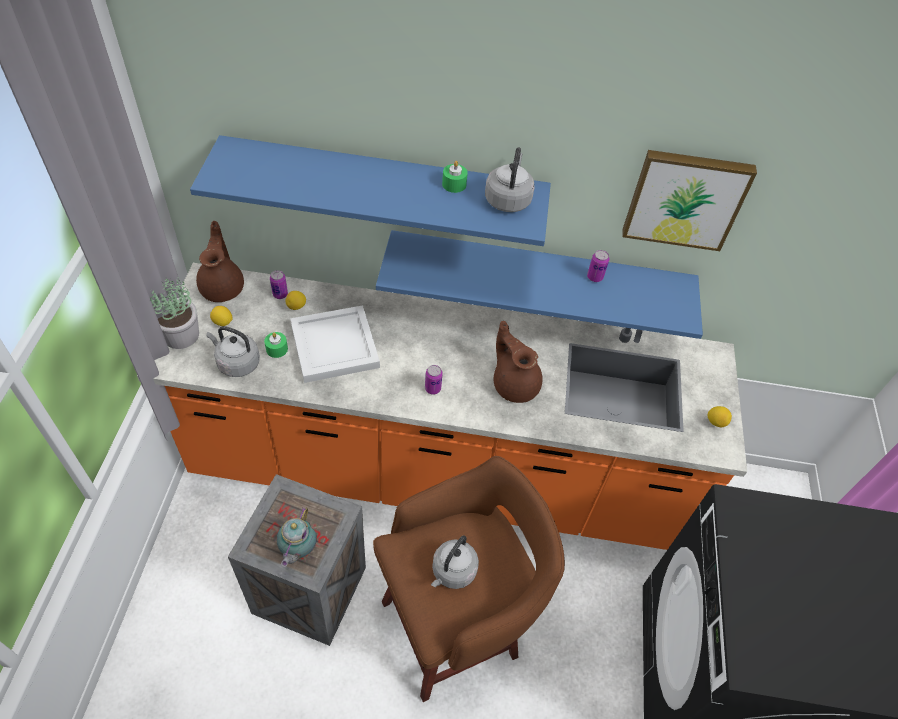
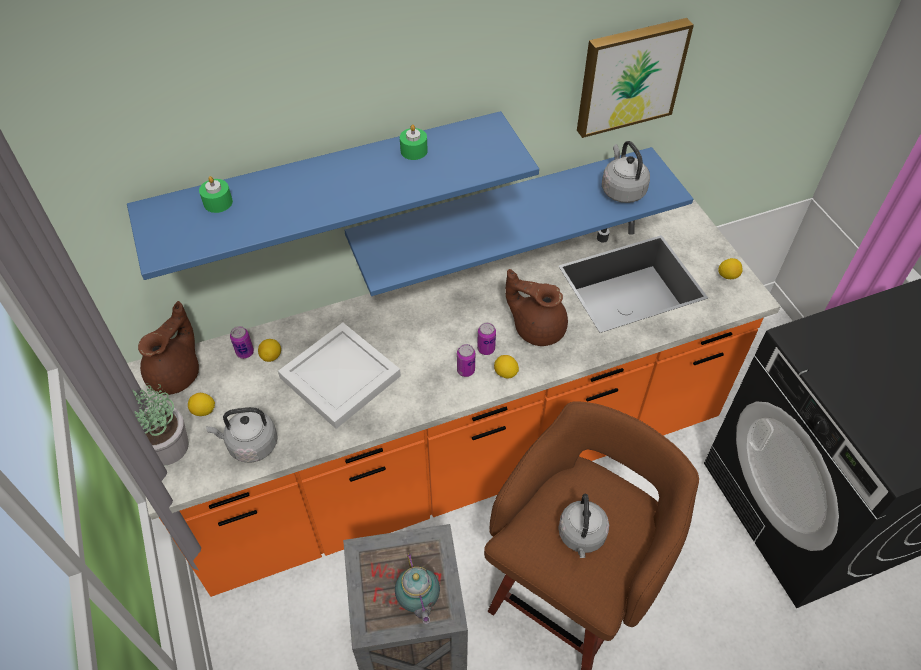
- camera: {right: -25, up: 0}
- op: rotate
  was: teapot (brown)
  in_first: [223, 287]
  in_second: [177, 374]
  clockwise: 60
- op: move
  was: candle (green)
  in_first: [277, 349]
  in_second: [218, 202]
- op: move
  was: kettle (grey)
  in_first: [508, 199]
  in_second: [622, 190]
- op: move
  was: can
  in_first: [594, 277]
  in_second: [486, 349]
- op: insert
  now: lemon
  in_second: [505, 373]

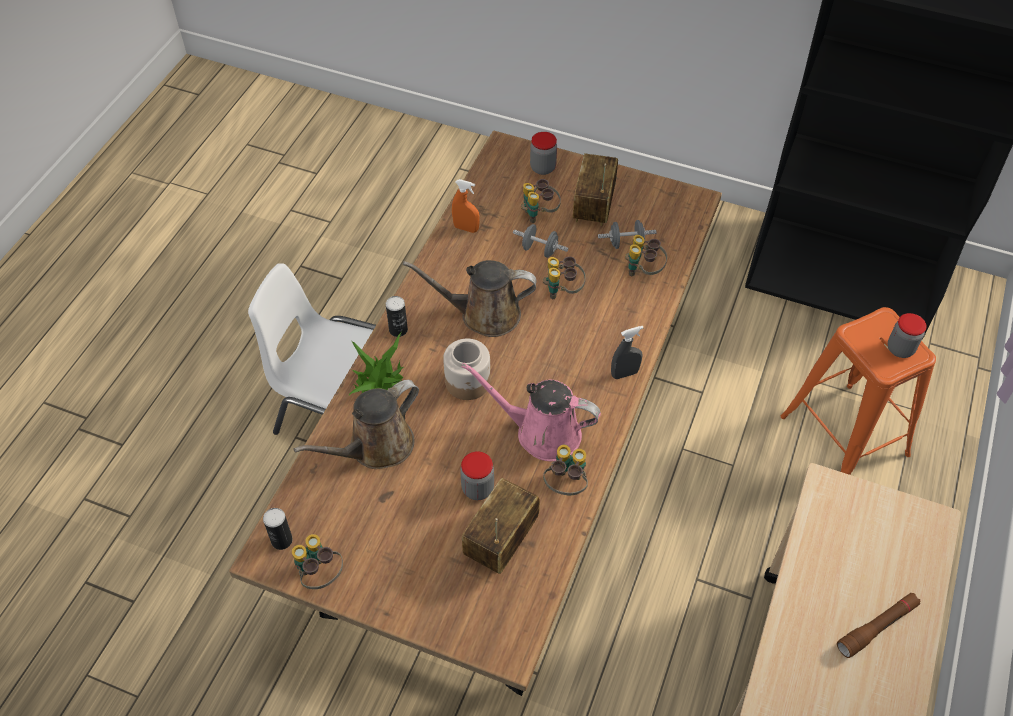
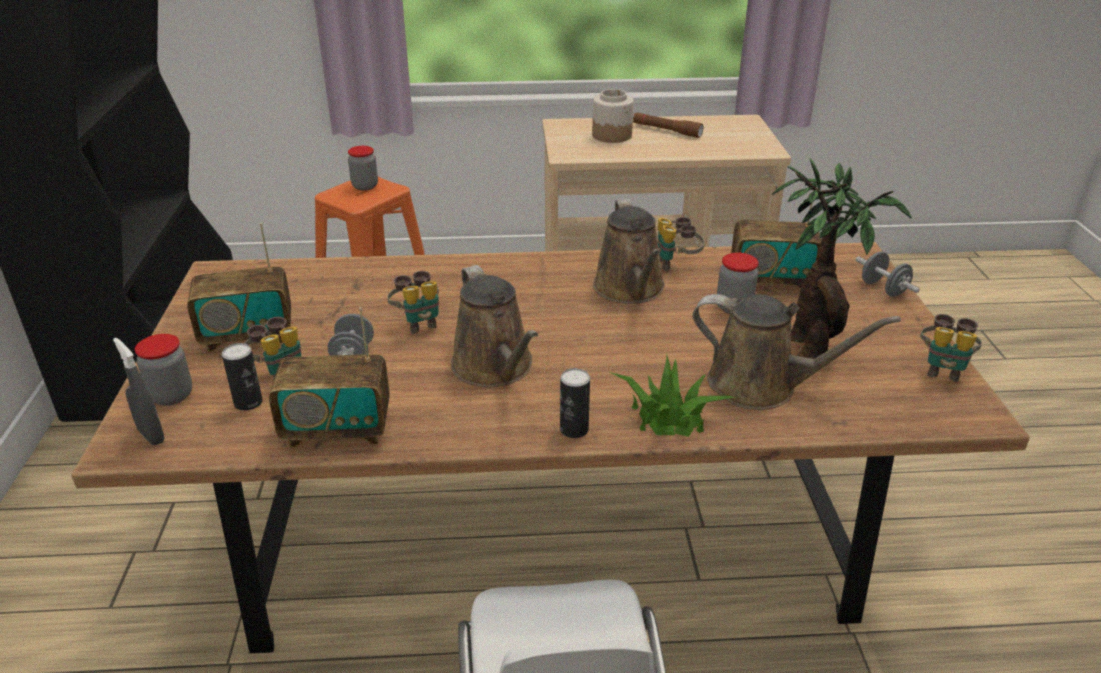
- camera: {right: -115, up: -20}
- op: move
  was: can
  in_first: [282, 540]
  in_second: [248, 402]
- op: move
  was: jar
  in_first: [468, 382]
  in_second: [612, 135]
- op: replace
  was: spray bottle (orange)
  now: radio
  in_first: [466, 228]
  in_second: [337, 430]
- op: recolor
  was: watering can (pink)
  now: watering can (brown)
  in_first: [541, 432]
  in_second: [630, 290]
- op: move
  was: dumbbell (grey)
  in_first: [626, 243]
  in_second: [883, 289]
- op: move
  was: spray bottle (grey)
  in_first: [624, 374]
  in_second: [151, 435]
- op: delete
  was: binoculars
  in_first: [643, 271]
- op: insert
  now: potted plant
  in_second: [811, 345]

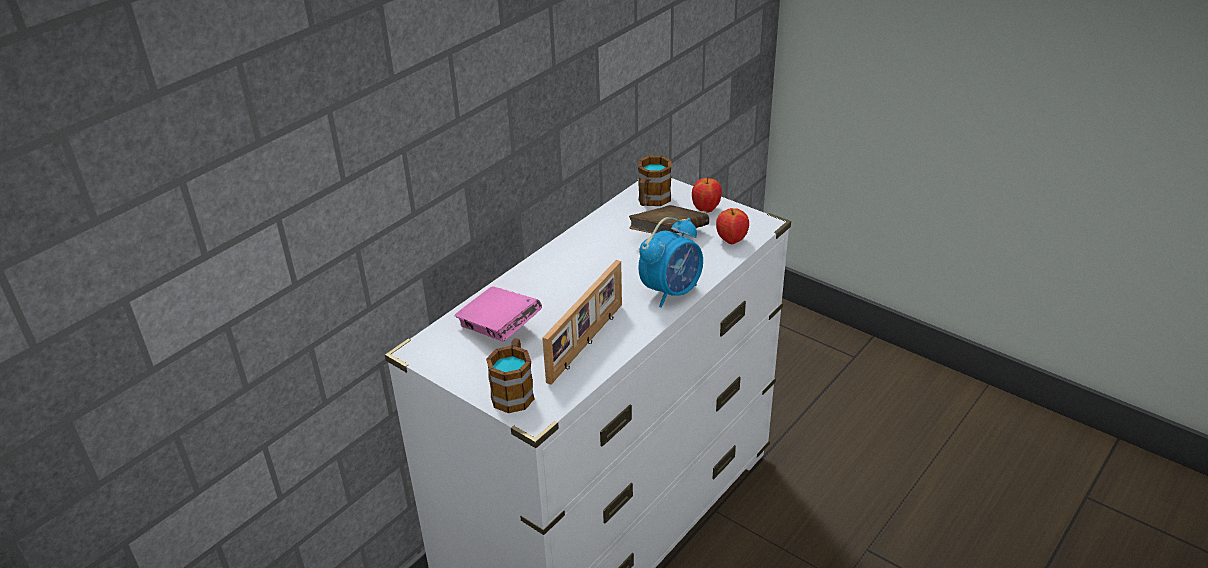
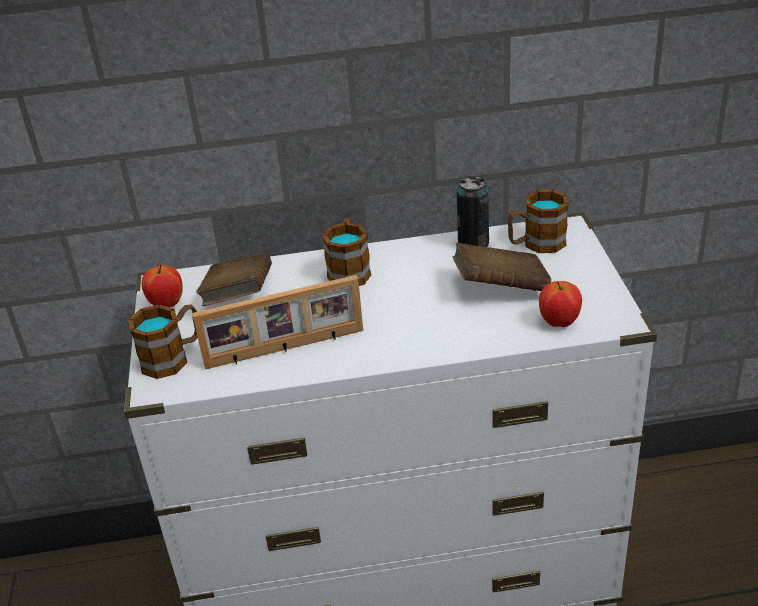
- camera: {right: 45, up: 0}
- op: recolor
  was: book (pink)
  now: book (brown)
  in_first: [499, 329]
  in_second: [239, 298]
- op: delete
  was: alarm clock
  in_first: [671, 291]
- op: move
  was: apple
  in_first: [706, 209]
  in_second: [166, 304]
- op: insert
  now: mug
  in_second: [349, 270]
- op: insert
  now: can
  in_second: [473, 244]

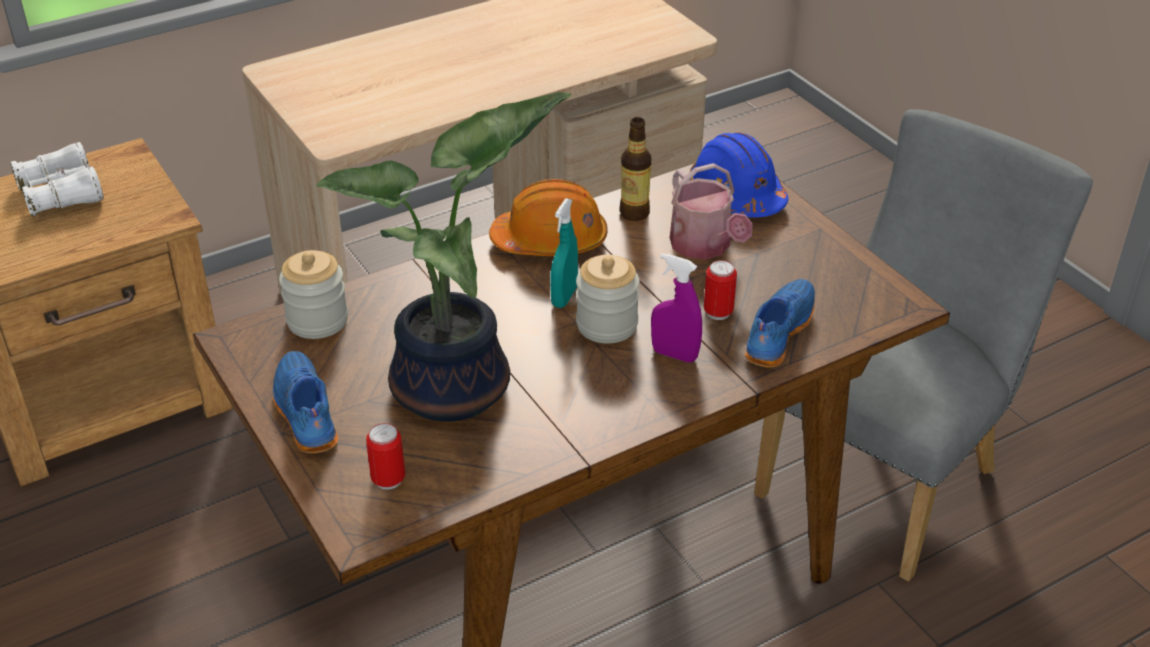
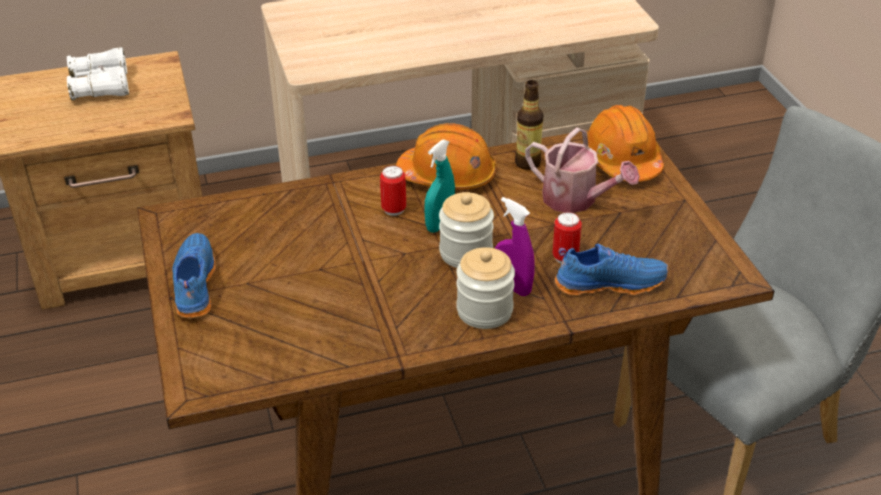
- camera: {right: 15, up: 0}
- op: move
  was: jar
  in_first: [317, 320]
  in_second: [484, 311]
- op: delete
  was: potted plant
  in_first: [458, 390]
- op: move
  was: can
  in_first: [388, 480]
  in_second: [394, 209]
- op: rotate
  was: watering can
  in_first: [704, 247]
  in_second: [576, 200]
  clockwise: -45
- op: recolor
  was: hard hat (blue)
  now: hard hat (orange)
  in_first: [736, 195]
  in_second: [622, 160]
- op: rotate
  was: shoe (blue)
  in_first: [777, 332]
  in_second: [609, 283]
  clockwise: 45

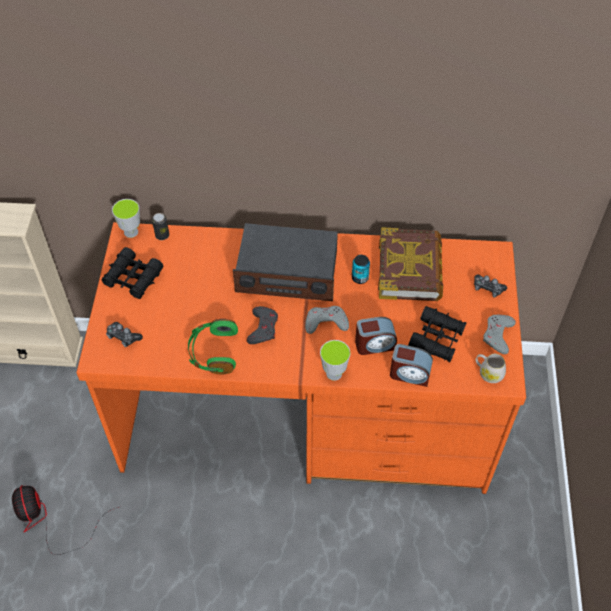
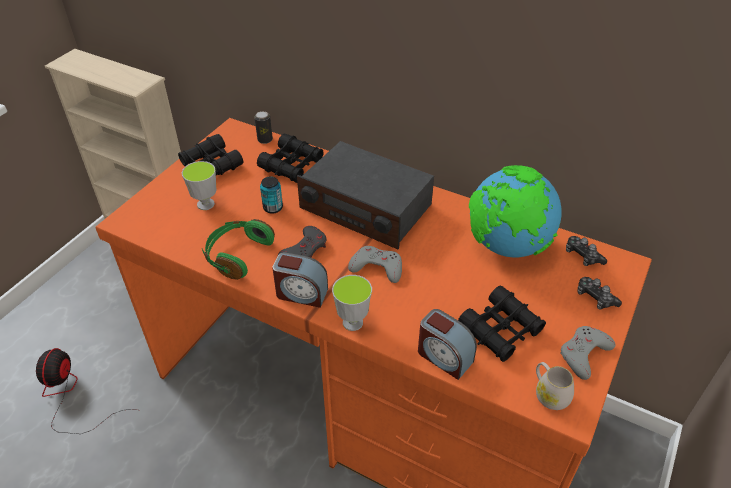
- camera: {right: 25, up: -10}
- op: move
  was: game controller
  in_first: [123, 337]
  in_second: [582, 256]
- op: move
  was: cup
  in_first: [131, 232]
  in_second: [205, 204]
- op: move
  was: can
  in_first: [360, 278]
  in_second: [273, 208]
- op: move
  was: alarm clock
  in_first: [375, 344]
  in_second: [301, 293]
- op: replace
  was: book
  now: globe
  in_first: [410, 269]
  in_second: [507, 247]
- op: insert
  now: binoculars (black)
  in_second: [291, 165]

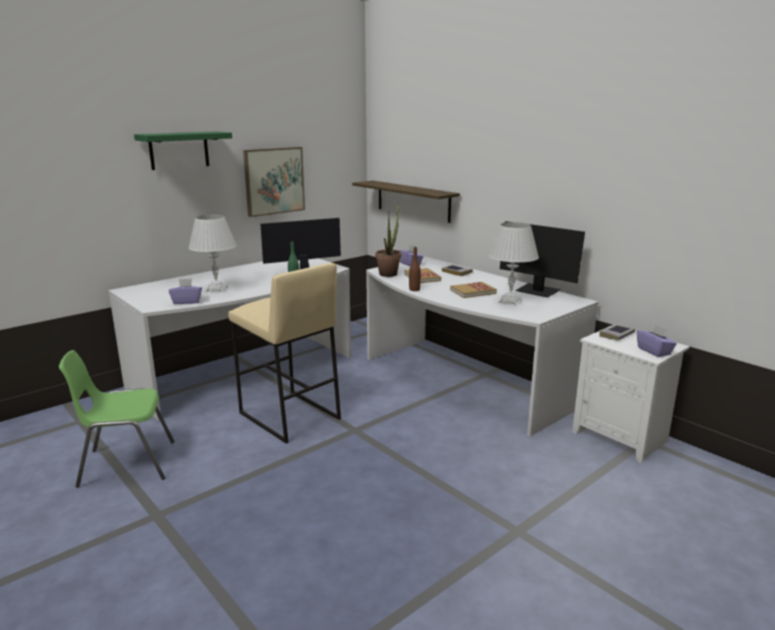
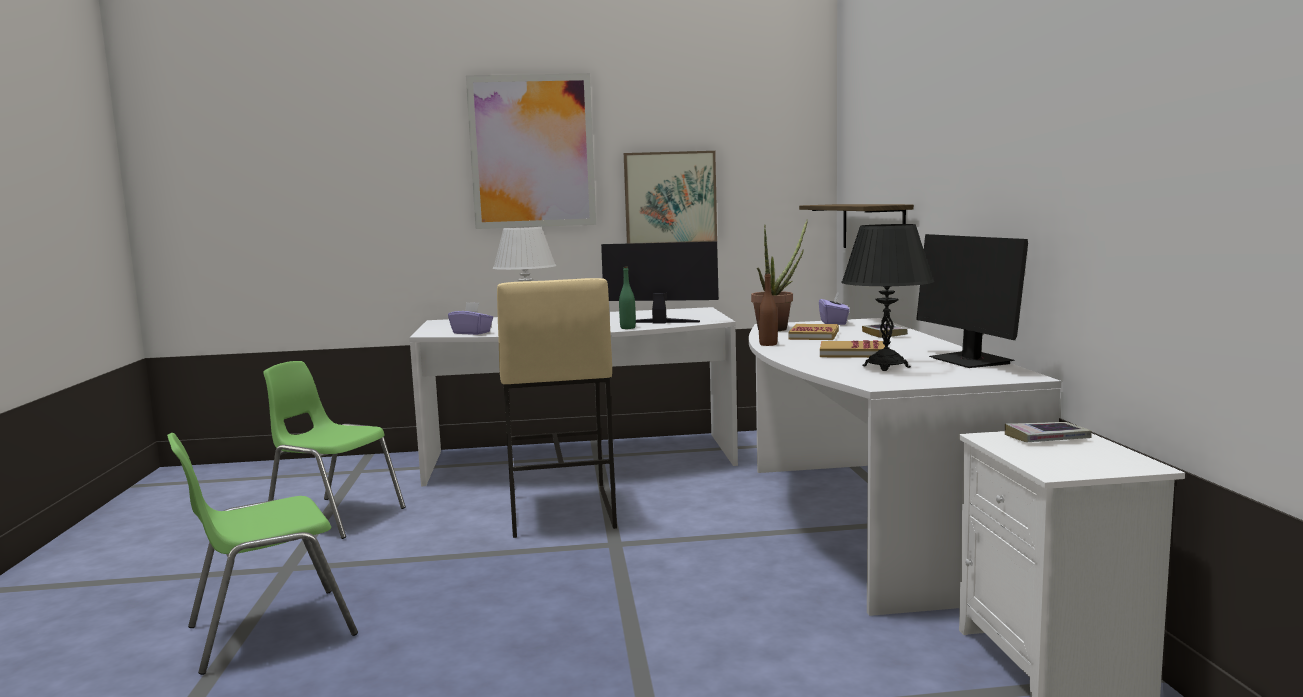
- camera: {right: 35, up: -10}
- op: replace
  was: shelf (green)
  now: picture
  in_first: [179, 150]
  in_second: [532, 151]
- op: recolor
  was: table lamp (white)
  now: table lamp (black)
  in_first: [510, 301]
  in_second: [886, 366]
- op: delete
  was: tissue box (purple)
  in_first: [654, 351]
- op: insert
  now: chair (green)
  in_second: [268, 630]

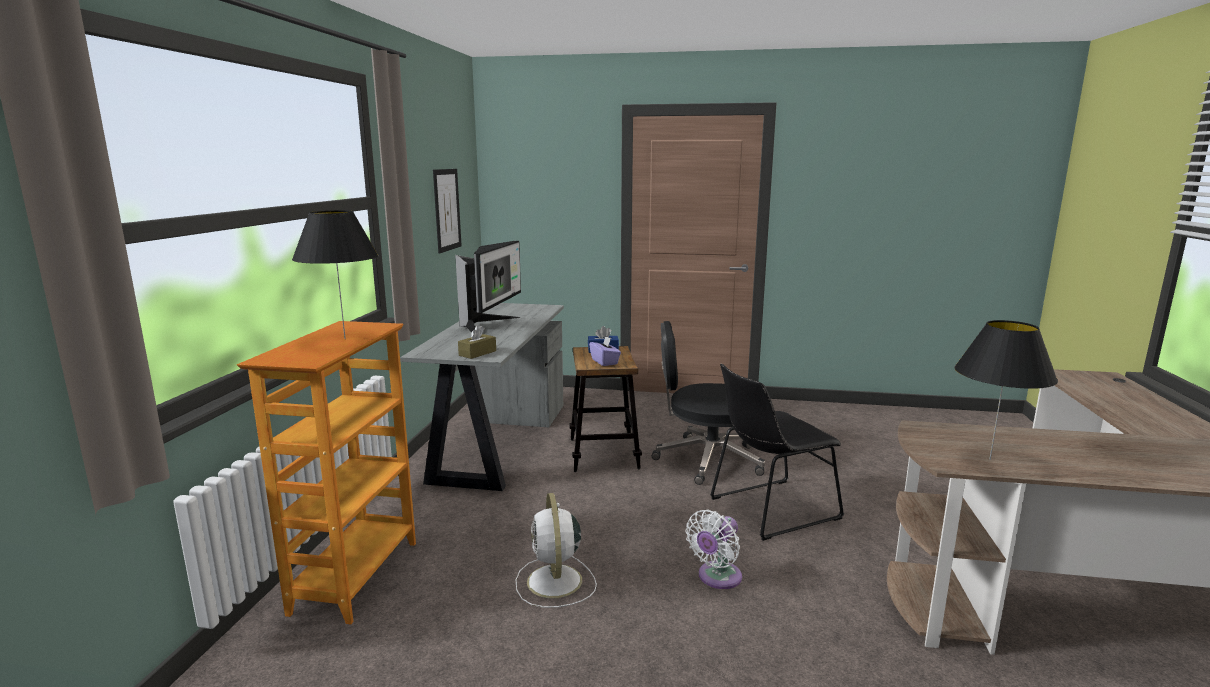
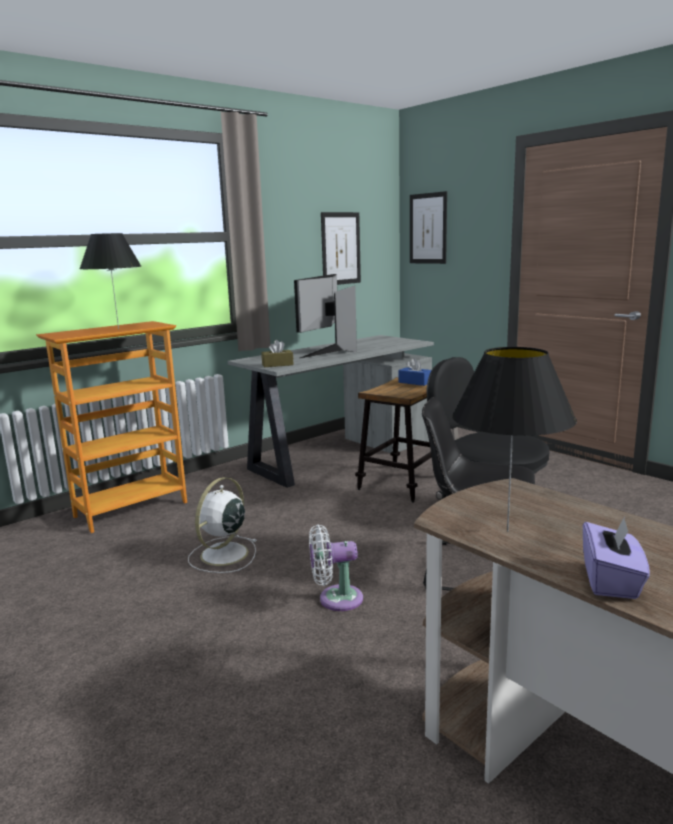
- camera: {right: 40, up: 0}
- op: rotate
  was: monitor
  in_first: [488, 328]
  in_second: [330, 350]
  clockwise: 150
- op: move
  was: tissue box (purple)
  in_first: [605, 362]
  in_second: [611, 580]
- op: insert
  now: picture
  in_second: [428, 228]

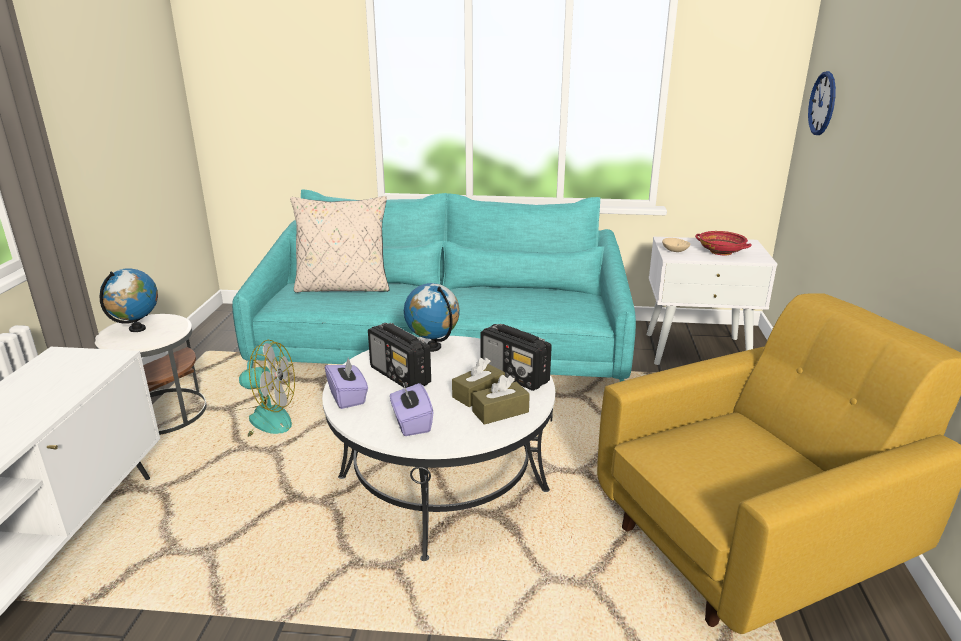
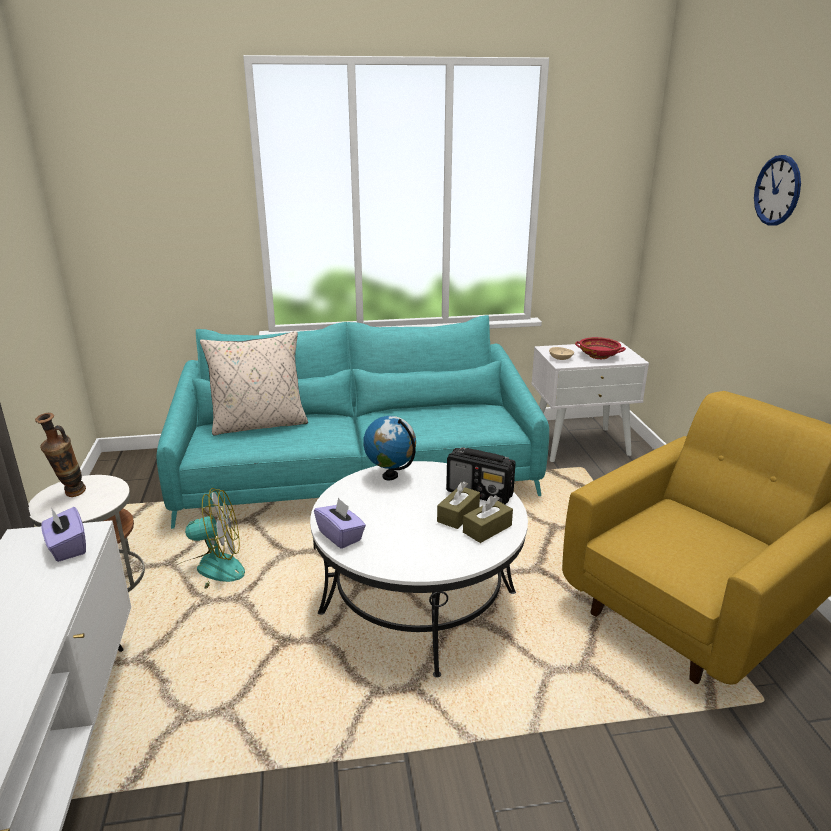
- camera: {right: -15, up: 0}
- op: replace
  was: globe
  now: vase
  in_first: [137, 329]
  in_second: [70, 495]
- op: delete
  was: radio
  in_first: [400, 376]
- op: move
  was: tissue box (purple)
  in_first: [411, 423]
  in_second: [67, 547]
- op: move
  was: wall clock
  in_first: [822, 103]
  in_second: [777, 190]

